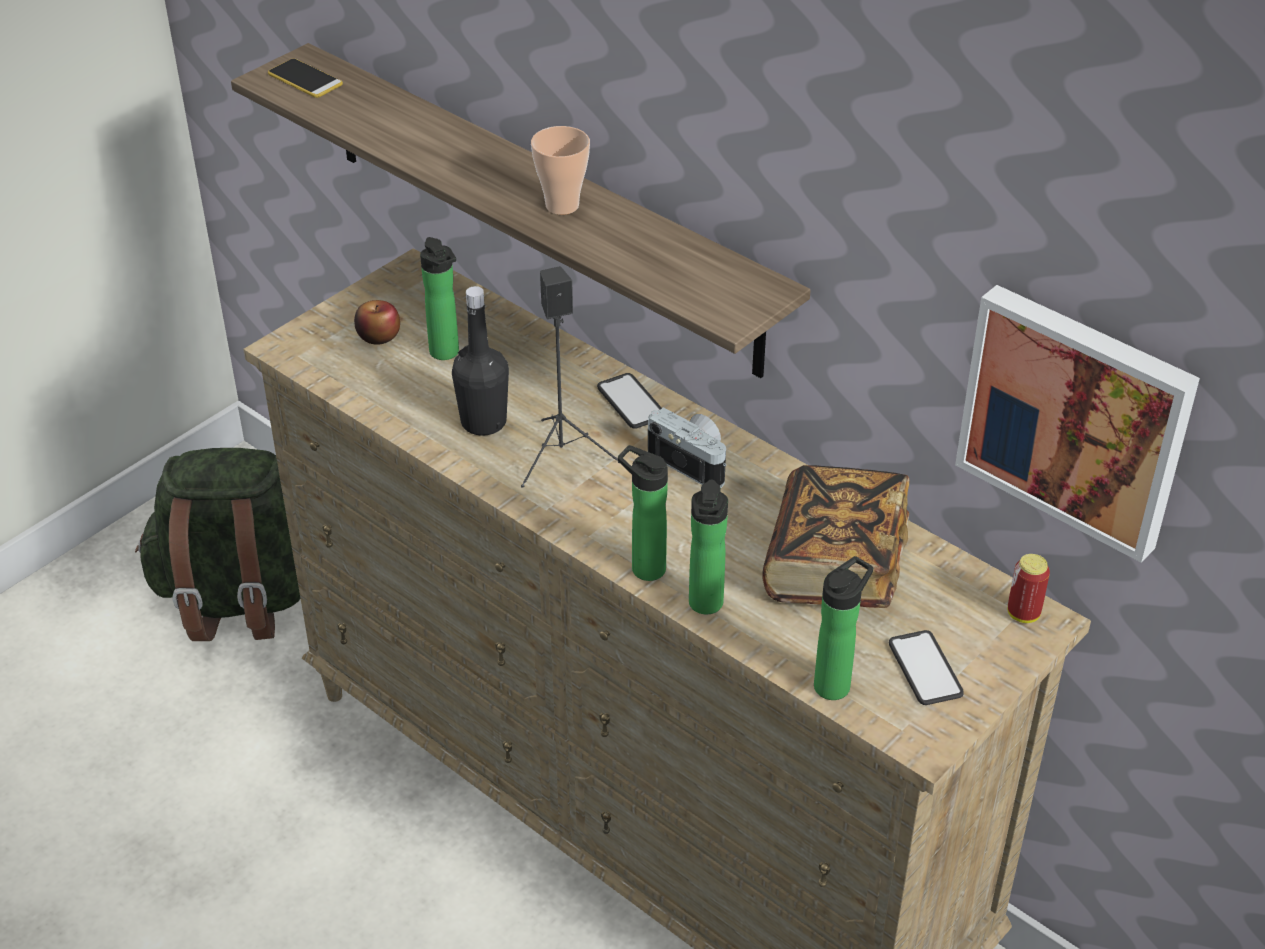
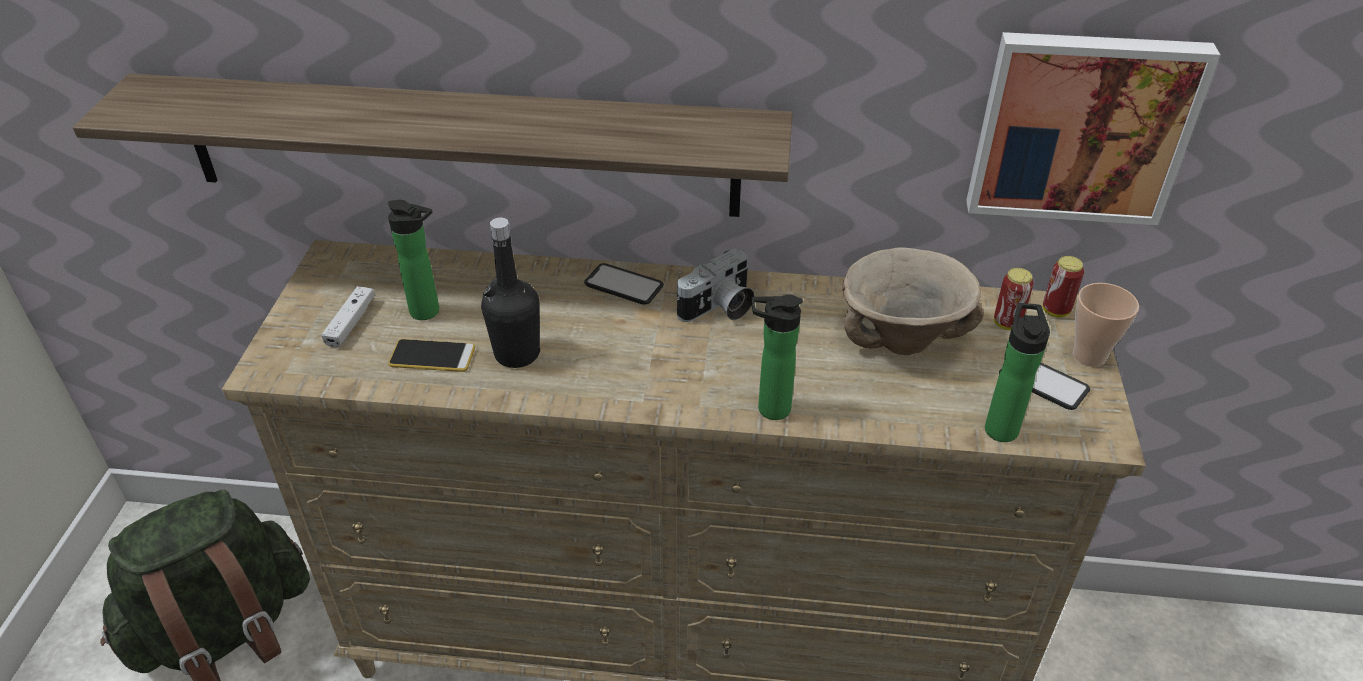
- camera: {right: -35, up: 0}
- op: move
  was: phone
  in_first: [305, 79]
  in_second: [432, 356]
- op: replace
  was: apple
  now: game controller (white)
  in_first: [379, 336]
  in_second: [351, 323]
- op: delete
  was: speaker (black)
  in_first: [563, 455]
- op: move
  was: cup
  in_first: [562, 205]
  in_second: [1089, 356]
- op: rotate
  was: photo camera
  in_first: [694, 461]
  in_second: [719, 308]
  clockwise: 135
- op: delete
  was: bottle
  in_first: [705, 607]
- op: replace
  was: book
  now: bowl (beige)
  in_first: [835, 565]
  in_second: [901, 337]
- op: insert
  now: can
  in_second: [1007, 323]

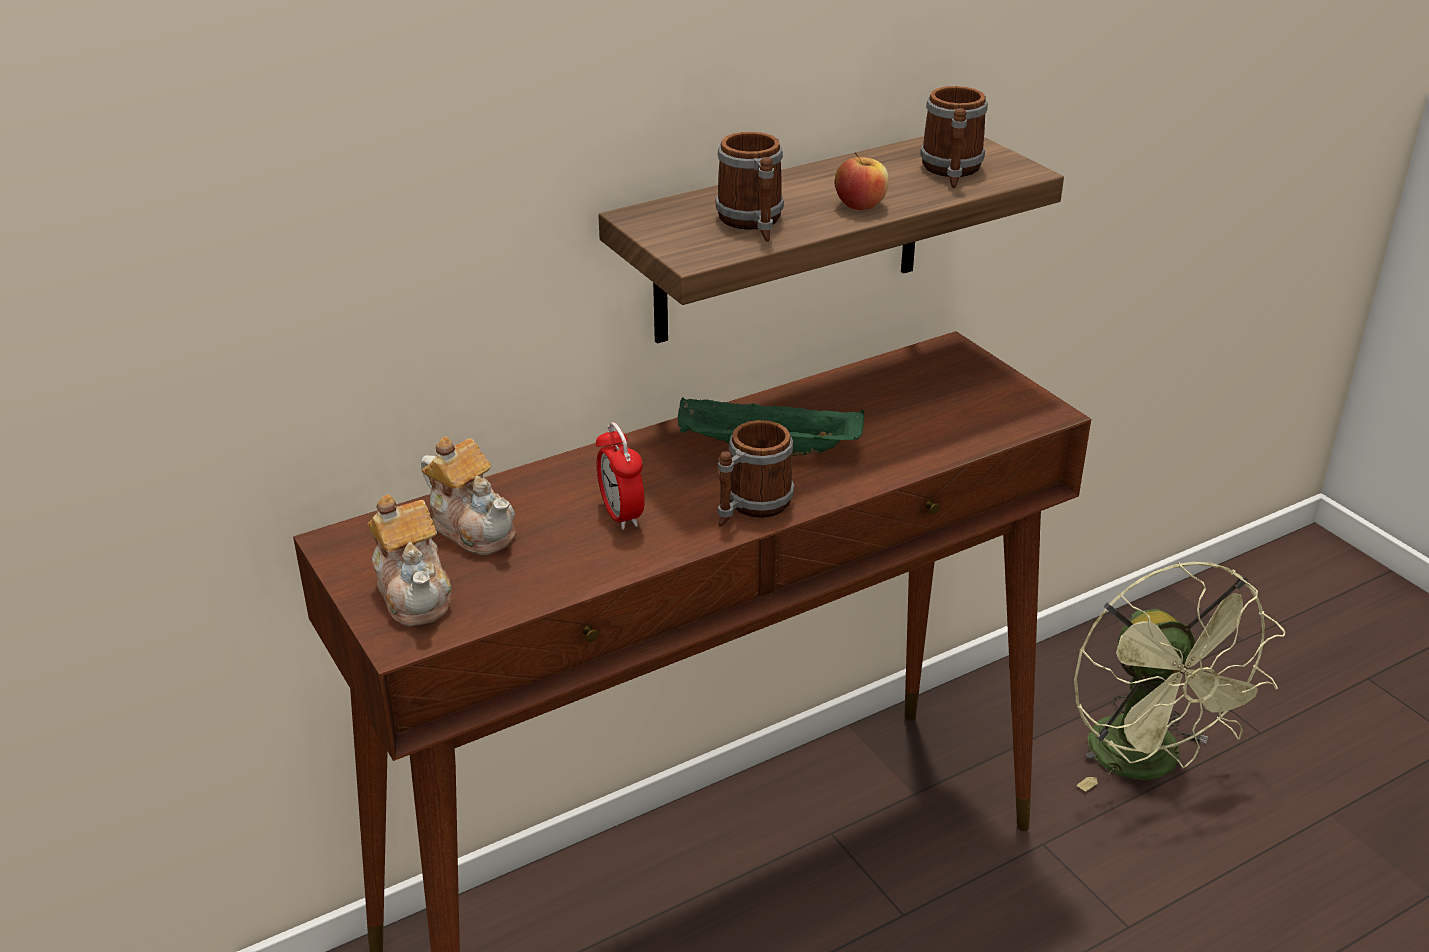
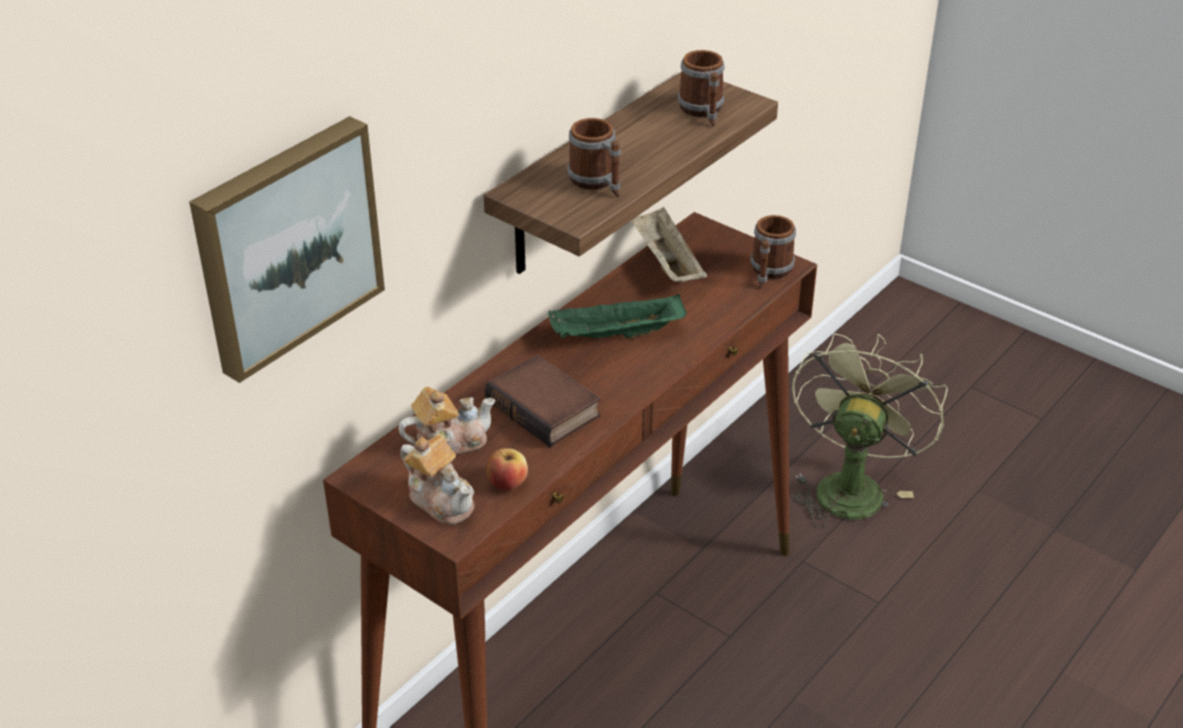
- camera: {right: -20, up: 5}
- op: rotate
  was: teapot
  in_first: [473, 527]
  in_second: [449, 442]
  clockwise: -45
- op: replace
  was: alarm clock
  now: book
  in_first: [621, 515]
  in_second: [546, 408]
- op: move
  was: mug
  in_first: [750, 507]
  in_second: [769, 272]
- op: move
  was: apple
  in_first: [860, 205]
  in_second: [507, 483]
- op: rotate
  was: fan (green)
  in_first: [1148, 763]
  in_second: [850, 485]
  clockwise: -120
- op: insert
  now: picture
  in_second: [286, 244]
- op: insert
  now: tray (beige)
  in_second: [665, 263]

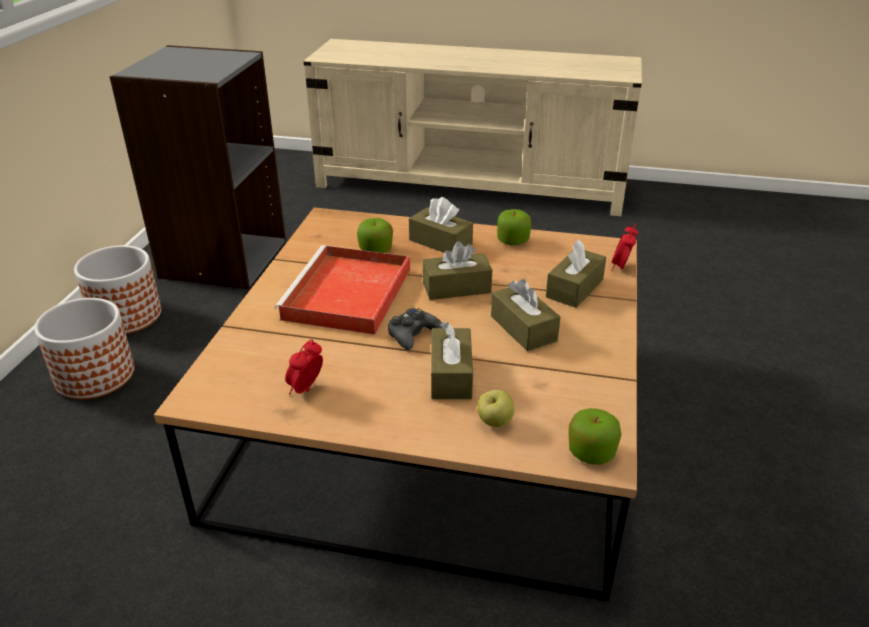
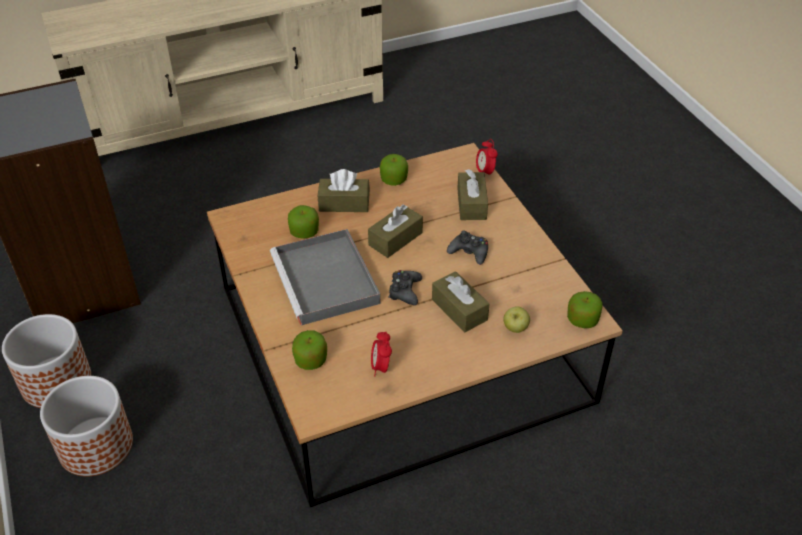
- camera: {right: -35, up: 10}
- op: recolor
  was: tray (red)
  now: tray (grey)
  in_first: [347, 295]
  in_second: [327, 281]
- op: replace
  was: tissue box (brown)
  now: game controller (black)
  in_first: [523, 328]
  in_second: [469, 252]
- op: insert
  now: apple
  in_second: [310, 360]

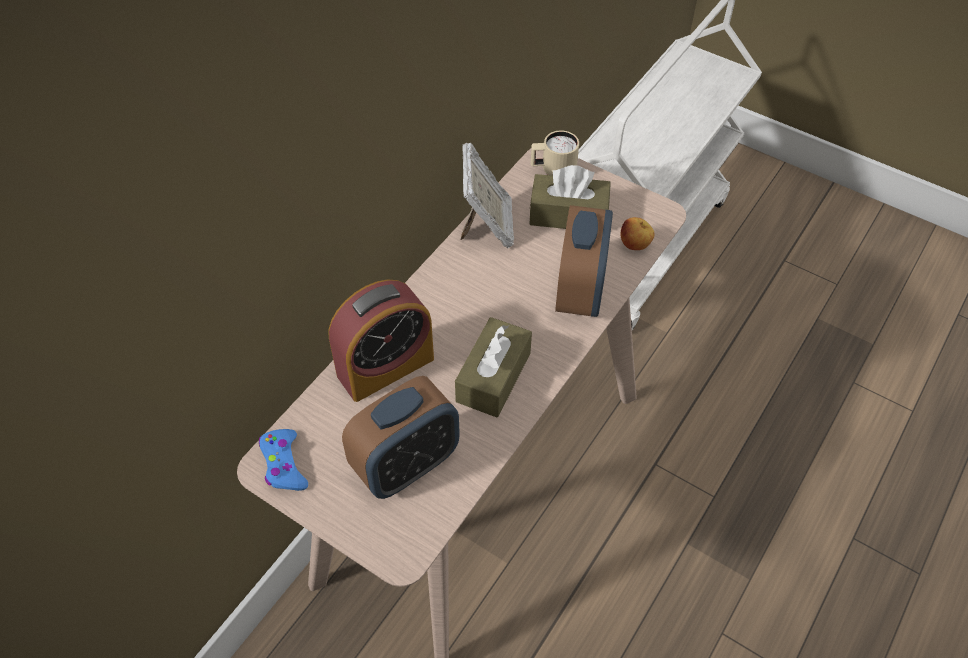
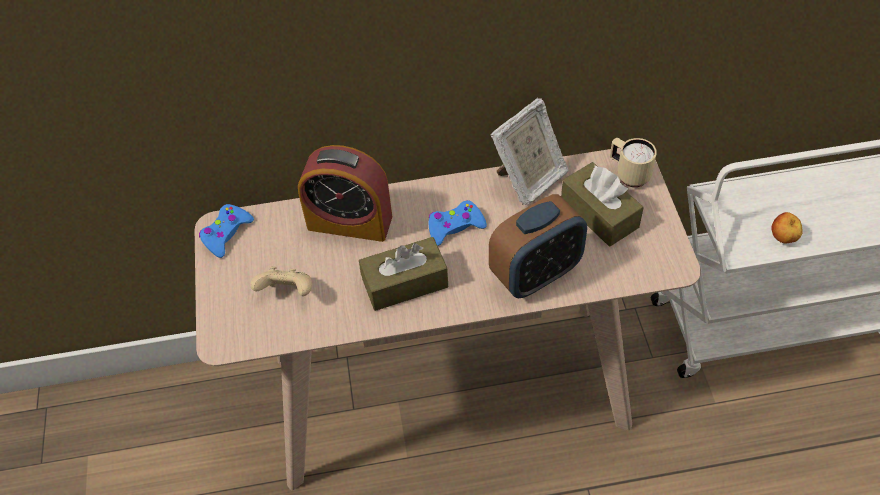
- camera: {right: 50, up: 0}
- op: replace
  was: alarm clock
  now: game controller (beige)
  in_first: [406, 465]
  in_second: [287, 292]
- op: move
  was: apple
  in_first: [635, 245]
  in_second: [783, 238]
- op: insert
  now: game controller (blue)
  in_second: [455, 227]

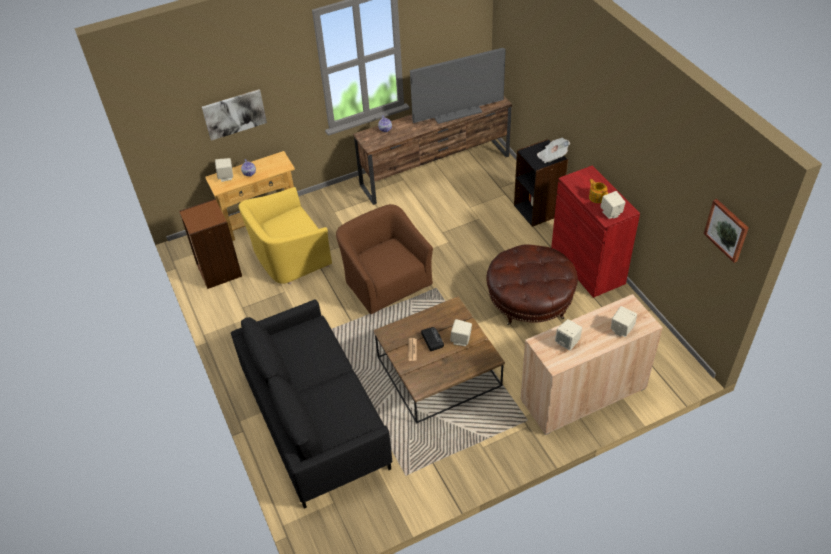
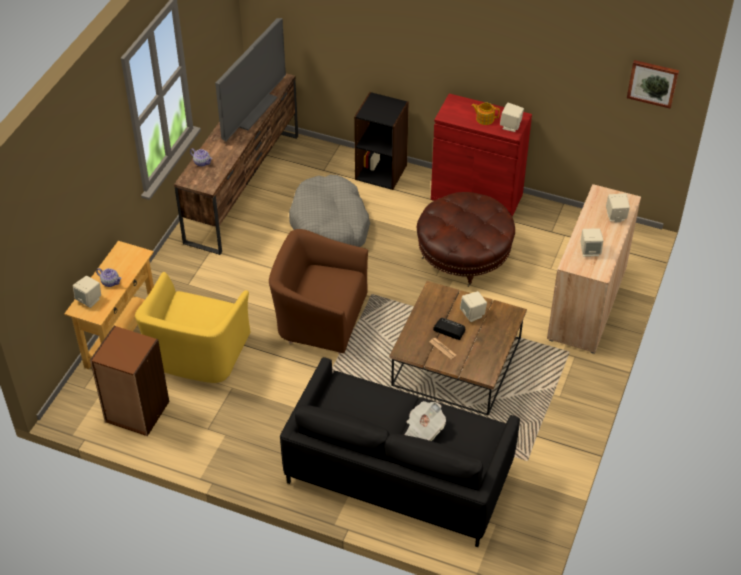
- camera: {right: -45, up: 0}
- op: delete
  was: picture
  in_first: [234, 114]
- op: move
  was: newspaper
  in_first: [552, 156]
  in_second: [423, 430]
- op: insert
  now: dog bed (grey)
  in_second: [330, 225]

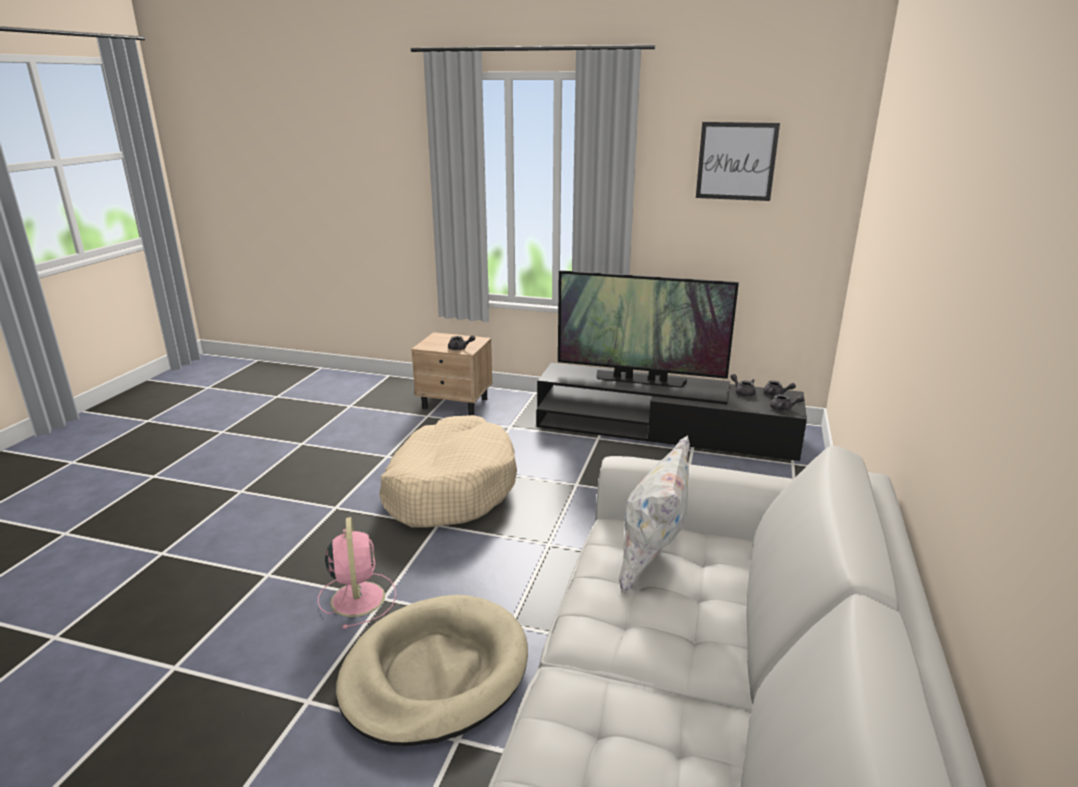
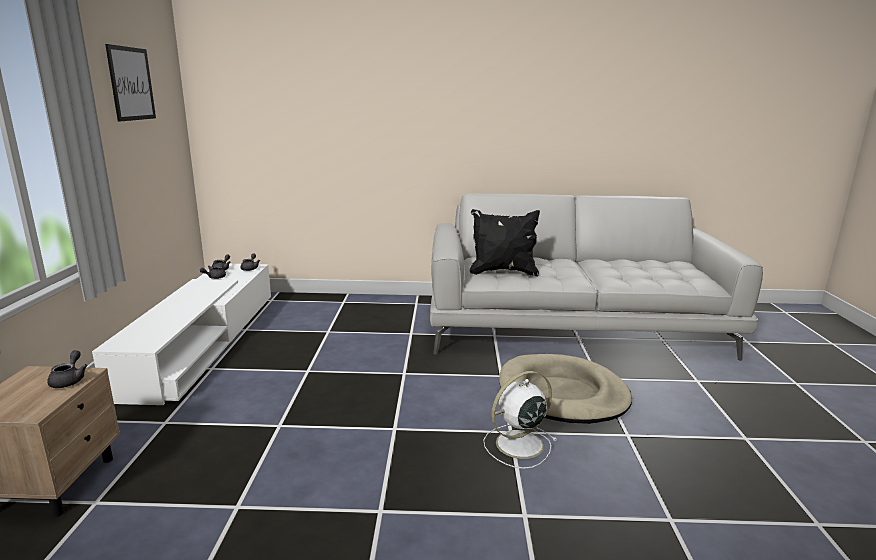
- camera: {right: -105, up: -5}
- op: recolor
  was: fan (pink)
  now: fan (white)
  in_first: [357, 597]
  in_second: [517, 445]
- op: delete
  was: dog bed (beige)
  in_first: [449, 488]
- op: recolor
  was: tv stand (black)
  now: tv stand (white)
  in_first: [664, 431]
  in_second: [204, 340]
- op: delete
  was: television
  in_first: [640, 380]
- op: recolor
  was: pillow (white)
  now: pillow (black)
  in_first: [652, 558]
  in_second: [503, 272]

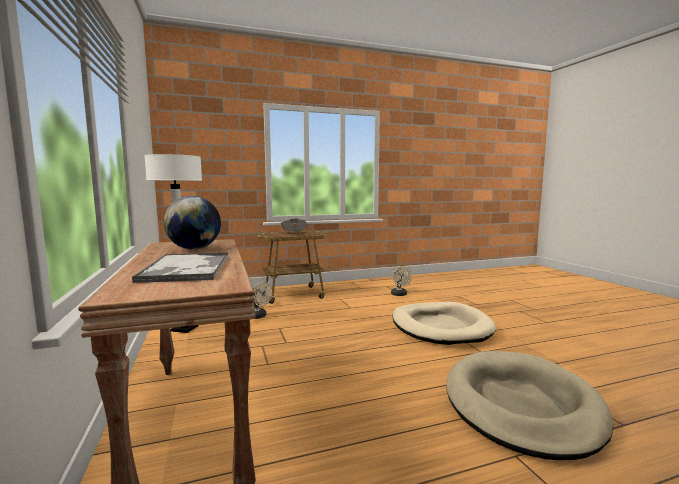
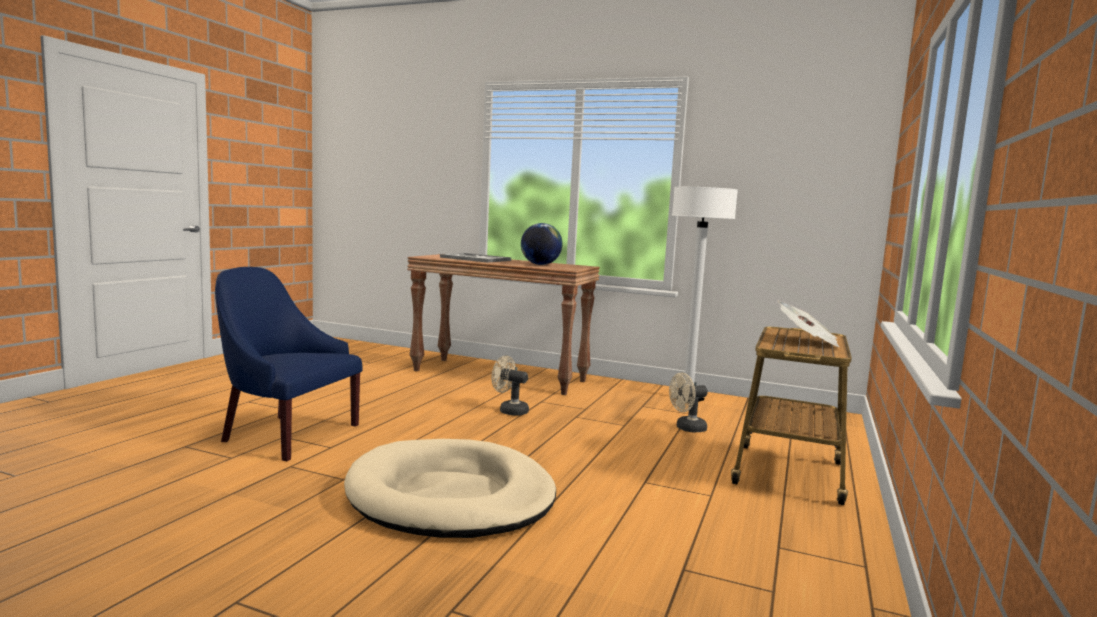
- camera: {right: 130, up: 0}
- op: move
  was: fan (beige)
  in_first: [400, 295]
  in_second: [509, 410]
- op: replace
  was: dog bed (beige)
  now: armchair (blue)
  in_first: [521, 405]
  in_second: [286, 434]

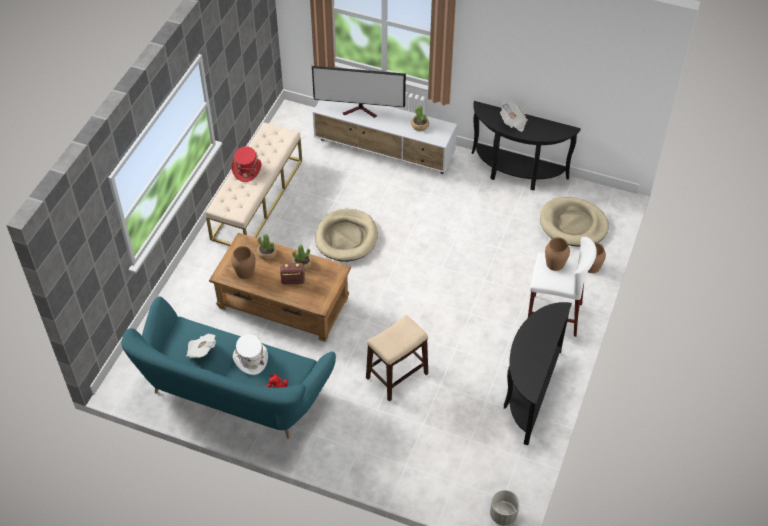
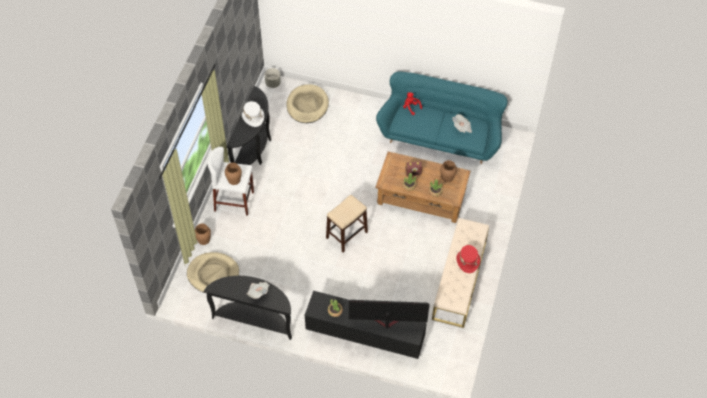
- camera: {right: 175, up: 5}
- op: move
  was: hat (white)
  in_first: [250, 359]
  in_second: [253, 117]
- op: recolor
  was: tv stand (white)
  now: tv stand (black)
  in_first: [384, 151]
  in_second: [364, 334]
- op: move
  was: dog bed (beige)
  in_first: [346, 237]
  in_second: [307, 105]
- op: move
  was: stool
  in_first: [397, 375]
  in_second: [346, 235]

